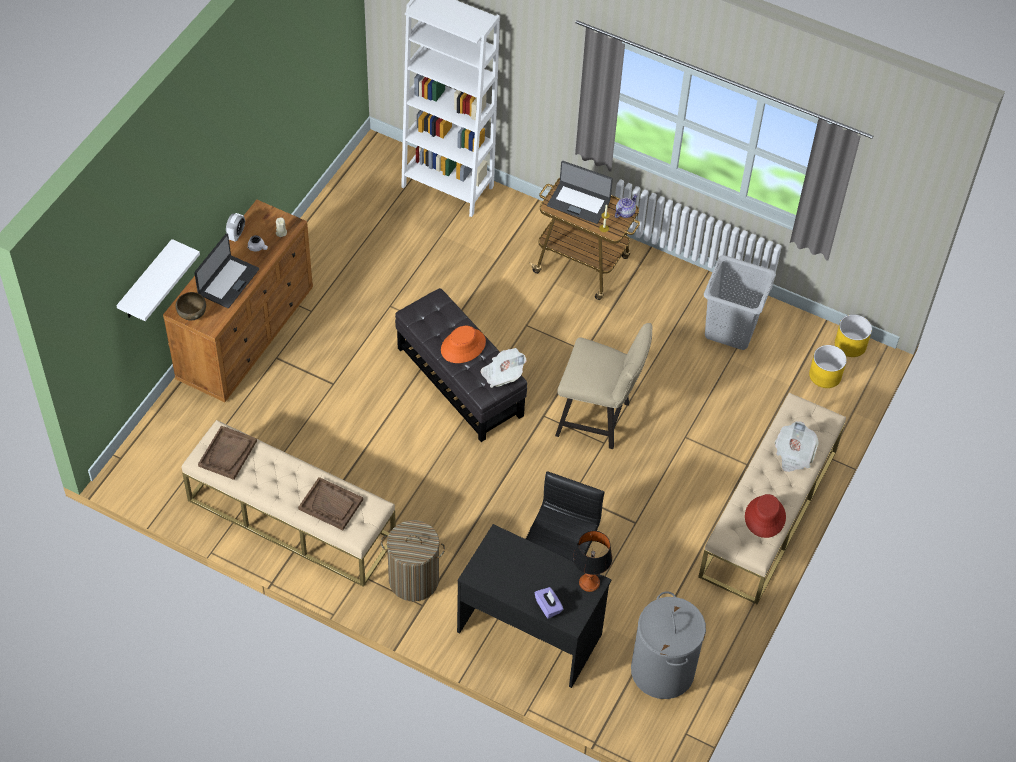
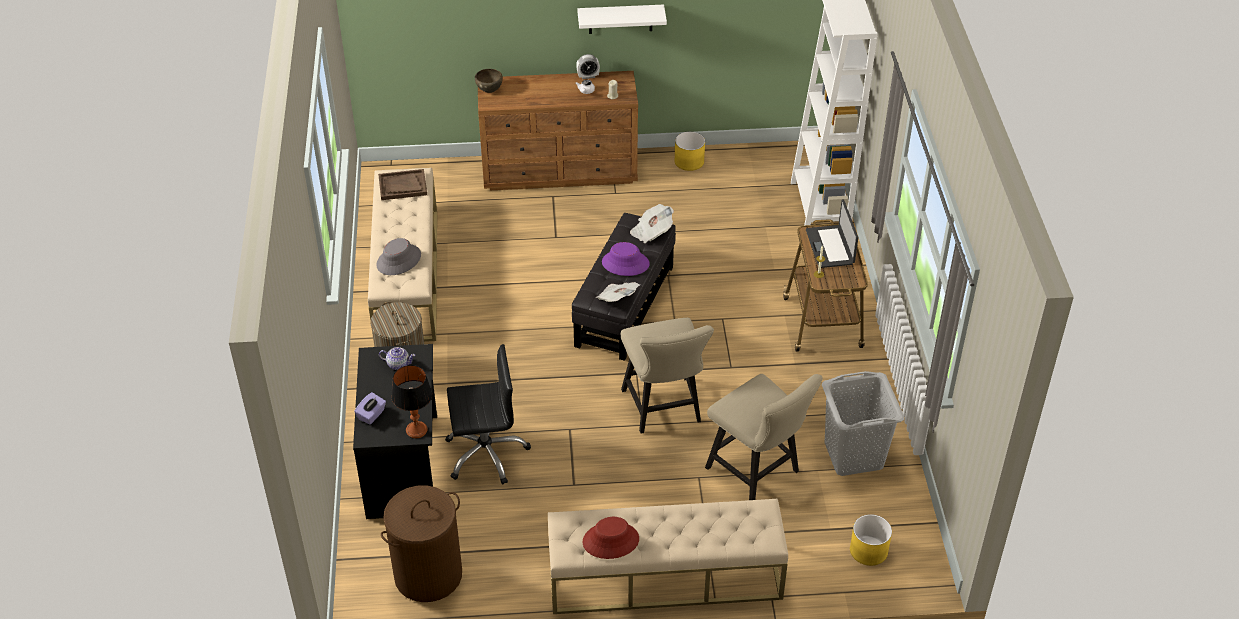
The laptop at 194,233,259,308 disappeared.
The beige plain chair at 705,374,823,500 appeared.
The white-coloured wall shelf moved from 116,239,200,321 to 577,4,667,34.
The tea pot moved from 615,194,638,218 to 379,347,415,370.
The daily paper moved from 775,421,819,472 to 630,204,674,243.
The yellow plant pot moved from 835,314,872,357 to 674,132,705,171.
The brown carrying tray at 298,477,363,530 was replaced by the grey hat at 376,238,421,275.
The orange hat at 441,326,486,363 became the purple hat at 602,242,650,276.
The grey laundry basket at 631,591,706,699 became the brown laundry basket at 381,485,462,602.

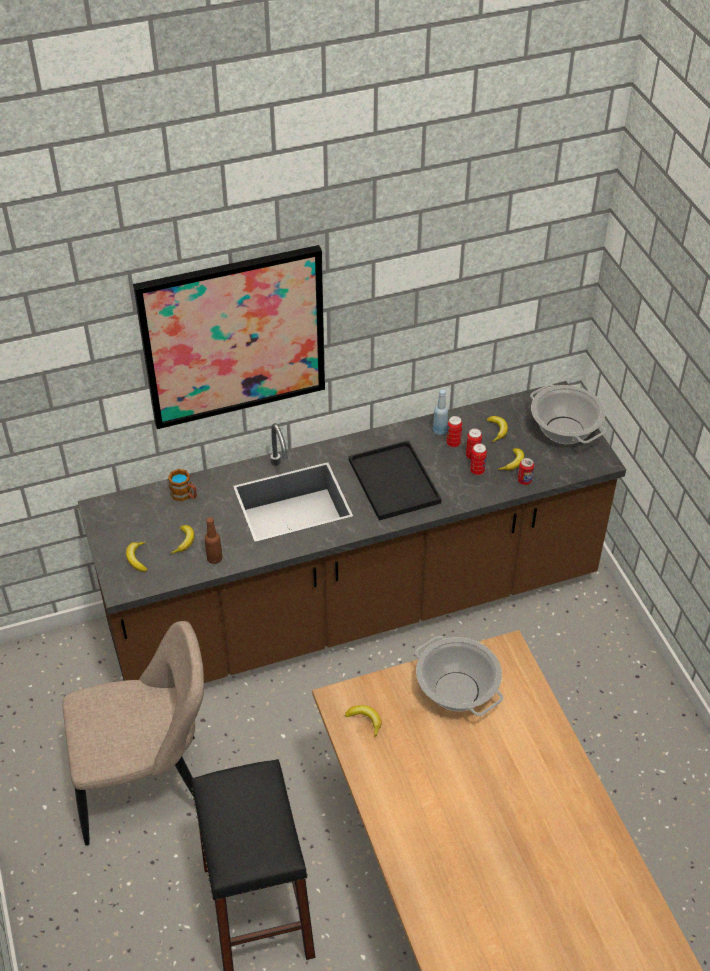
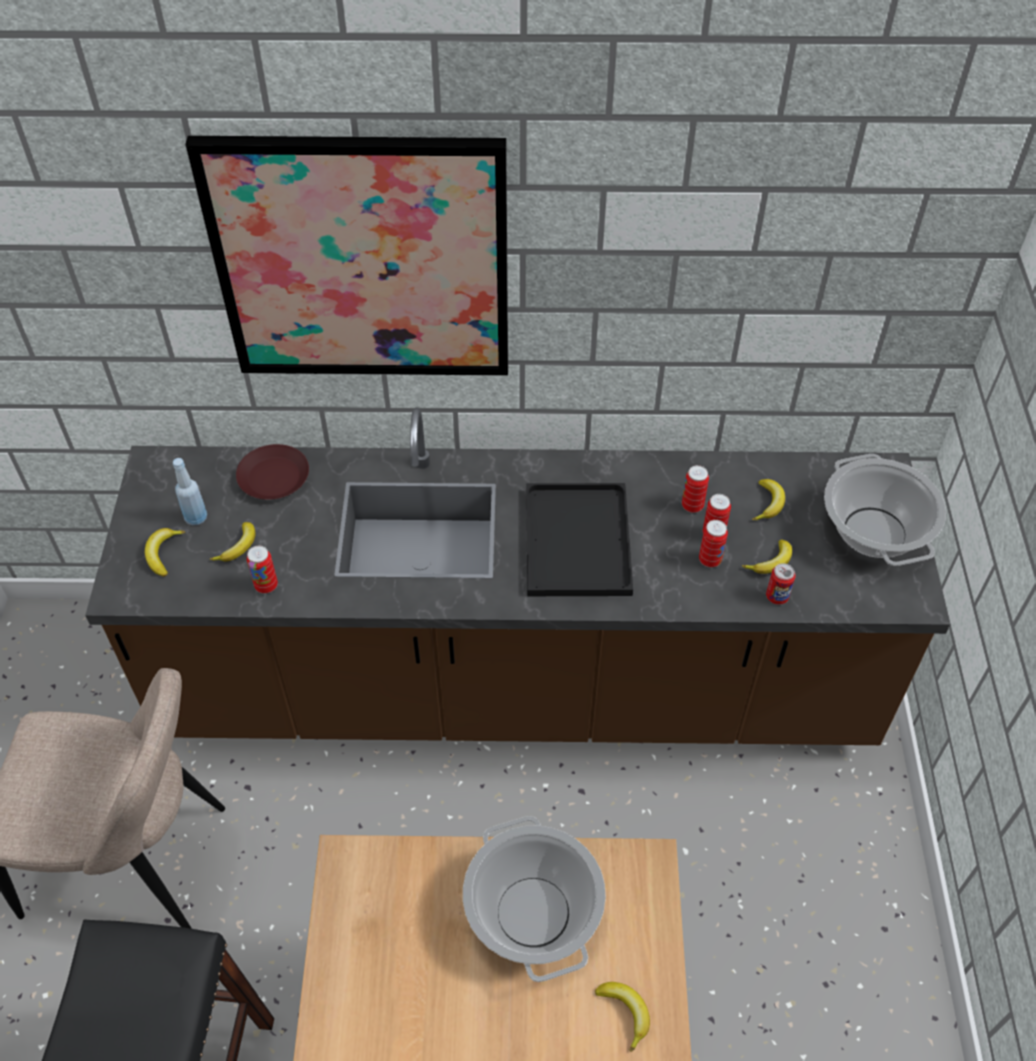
The banana moved from 345,705,381,737 to 595,982,650,1052.
The bluish bottle moved from 433,389,448,435 to 173,458,207,525.
The tea mug at 168,469,197,501 was replaced by the brown dinner plate at 236,444,309,500.
The brown bottle at 205,517,223,564 was replaced by the metal can at 247,546,278,594.

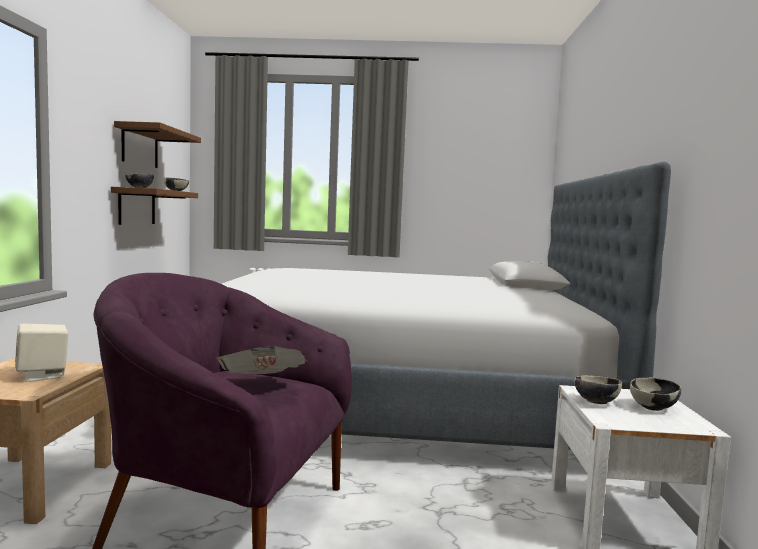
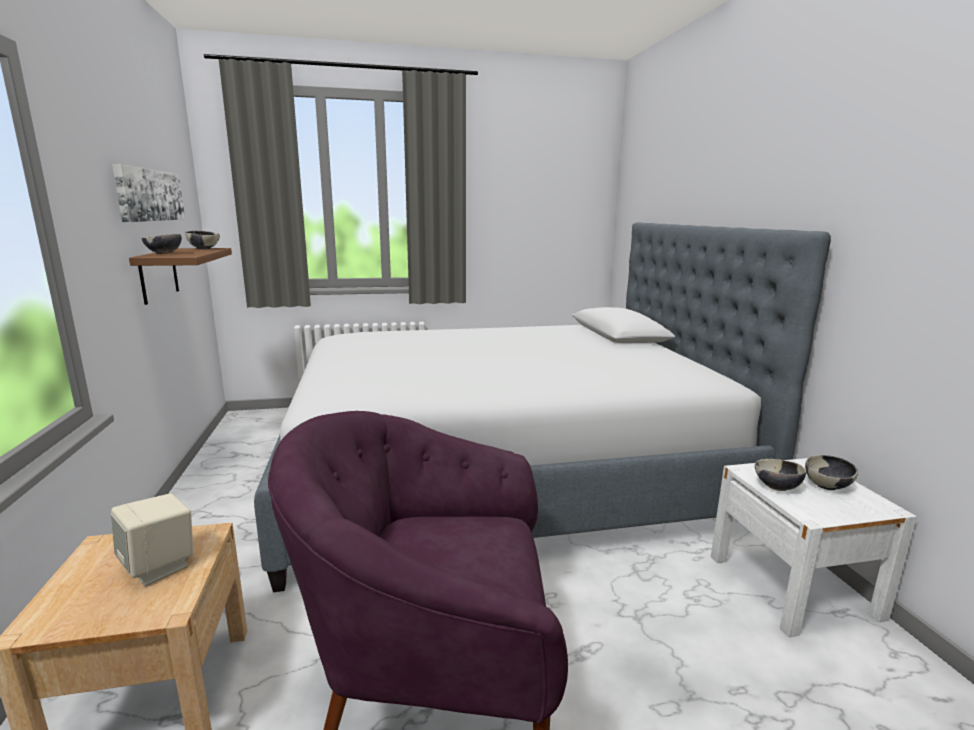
The daily paper at 216,346,307,374 disappeared.
The brown wall shelf at 114,121,201,168 was replaced by the wall picture at 112,164,185,222.

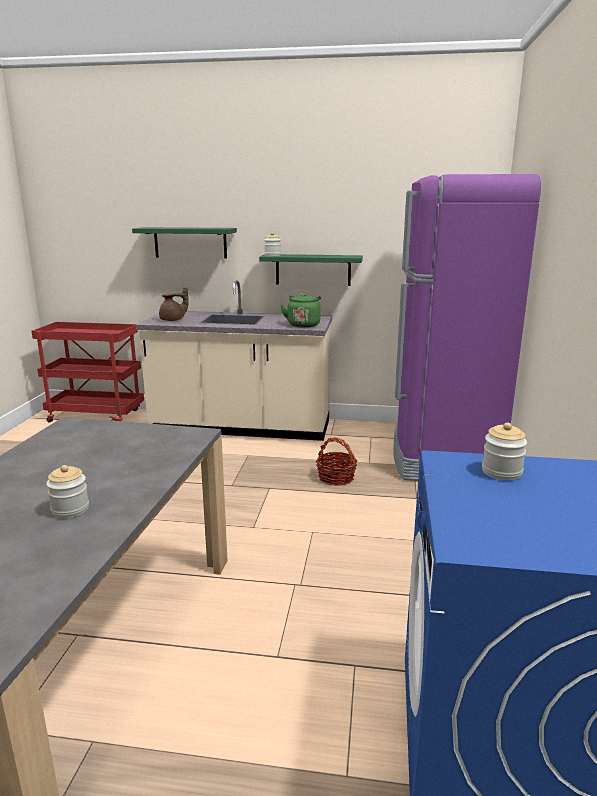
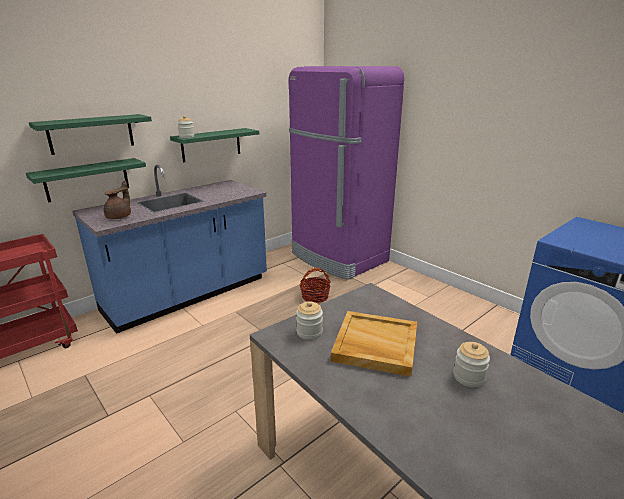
The green tea kettle at 280,293,321,328 disappeared.
The green wall shelf at 26,158,146,202 appeared.
The beige carrying tray at 331,311,417,377 appeared.
The preserve jar moved from 482,422,527,480 to 296,301,323,340.
The beige kitchen counter at 135,280,332,441 became the bluish kitchen counter at 72,165,267,334.

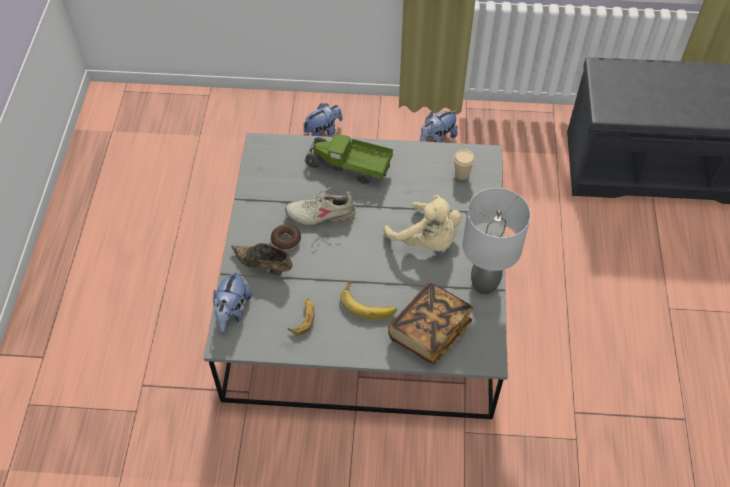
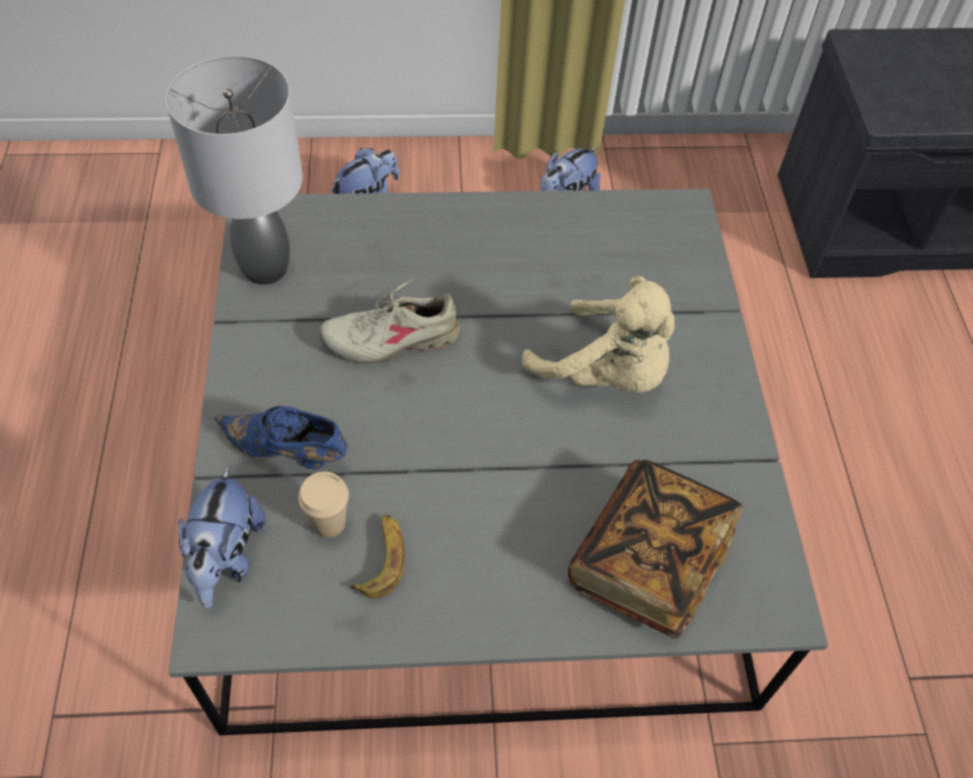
The donut at 271,224,301,251 disappeared.
The toy lorry at 304,134,393,184 disappeared.
The banana at 340,280,397,319 disappeared.
The beige cup moved from 454,149,475,180 to 298,472,349,538.
The grey tabletop lamp moved from 462,188,531,294 to 166,55,303,285.
The brown shoe at 231,243,293,275 became the bluish shoe at 213,406,348,469.

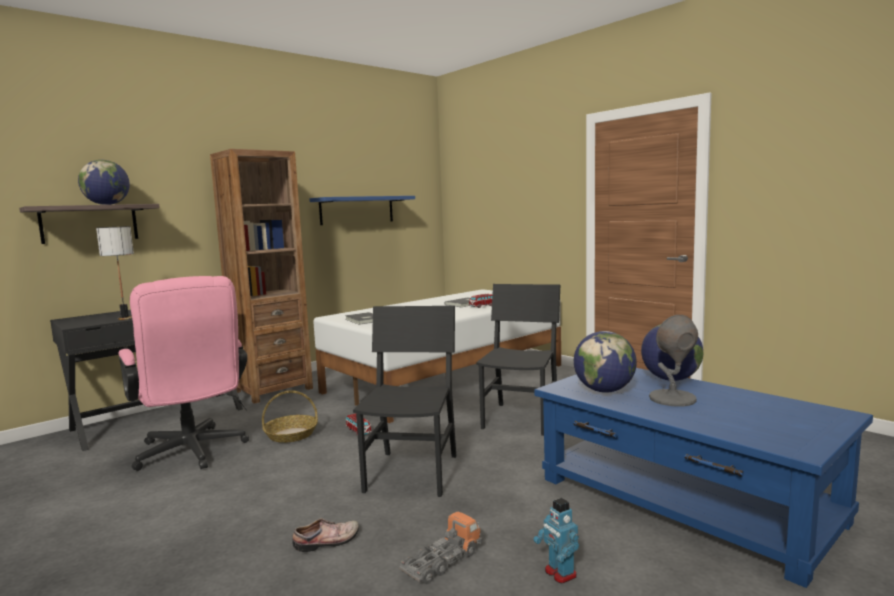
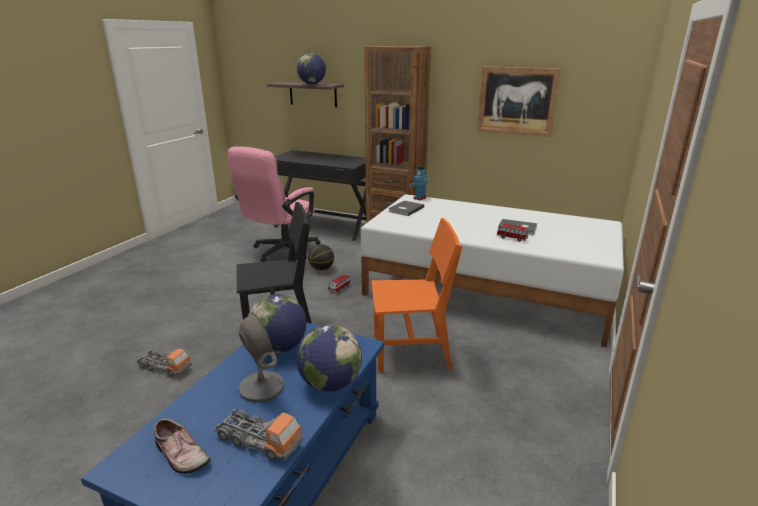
The tabletop lamp at 96,226,134,320 disappeared.
The toy lorry at 214,409,304,461 appeared.
The shoe moved from 292,519,359,552 to 154,419,211,474.
The toy robot moved from 533,498,579,584 to 409,166,428,200.
The household basket at 262,390,318,443 was replaced by the basketball at 308,244,334,270.
The bluish wall shelf at 309,196,415,225 was replaced by the wall picture at 477,67,561,137.
The black plain chair at 476,284,560,436 became the orange plain chair at 372,218,463,372.

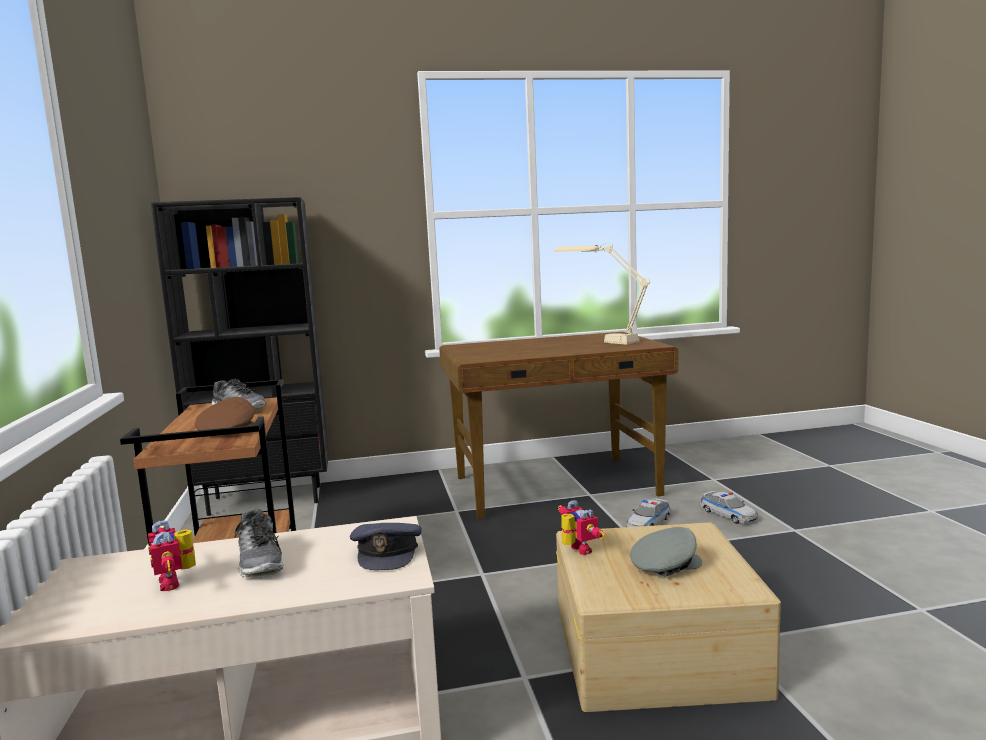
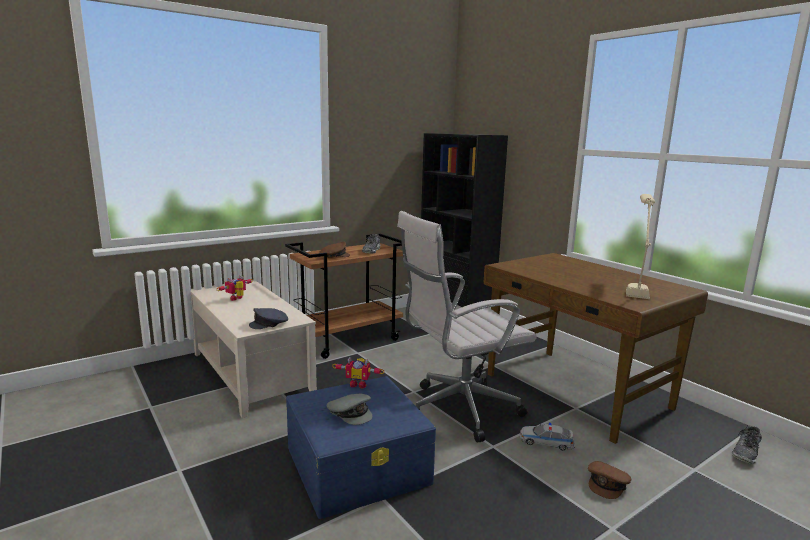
The white-coloured computer chair at 397,211,537,443 appeared.
The shoe moved from 235,509,283,578 to 732,425,762,464.
The toy car at 699,491,758,524 was replaced by the brown peaked cap at 588,461,631,499.
The beige storage container at 556,522,781,712 became the bluish storage container at 286,376,436,519.
The toy robot at 558,500,605,555 turned 60 degrees clockwise.

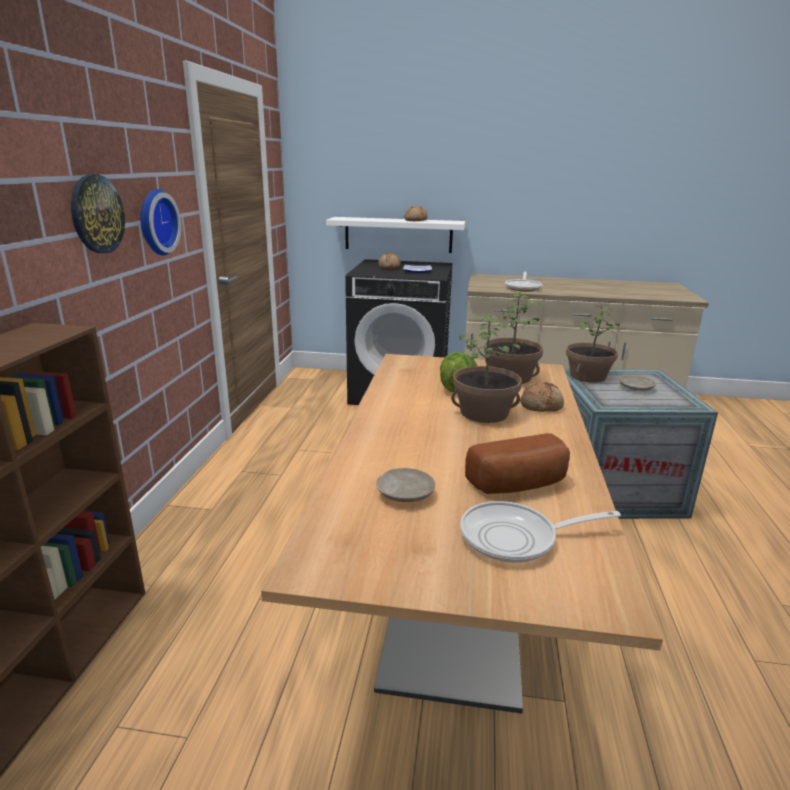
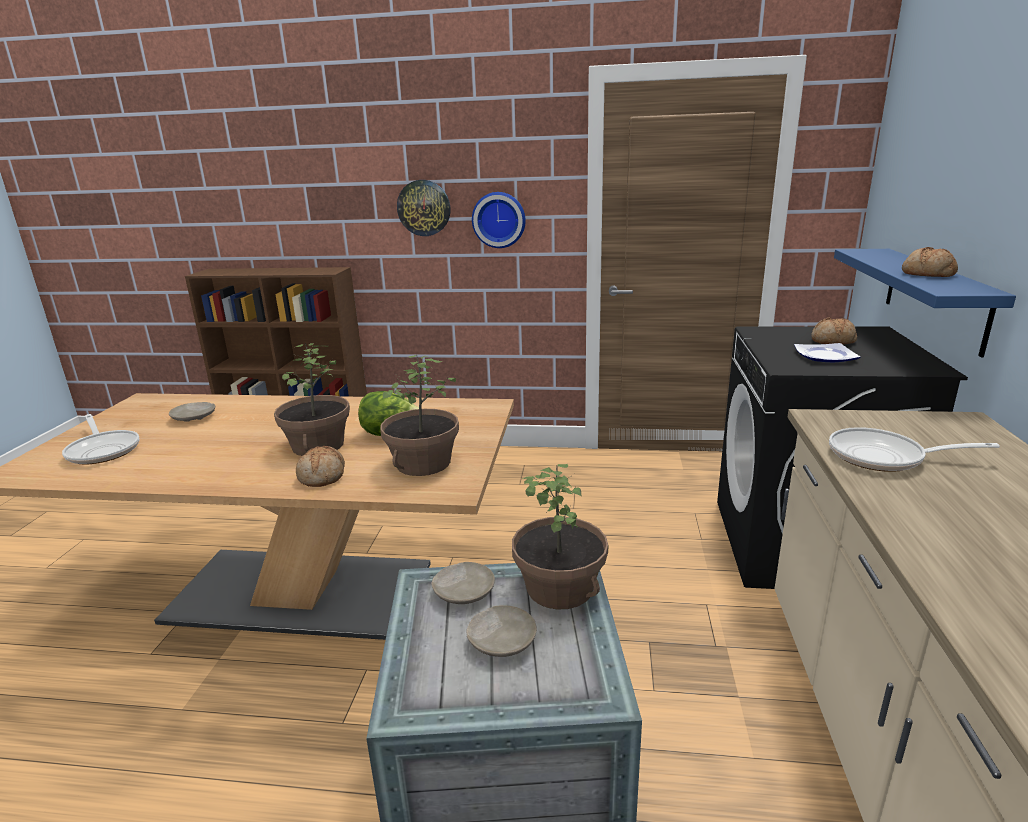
The bakery bread at 465,433,570,494 disappeared.
The beige dinner plate at 431,562,495,604 appeared.
The white-coloured wall shelf at 326,217,465,253 became the bluish wall shelf at 834,249,1016,358.
The skillet at 460,501,621,563 turned 150 degrees clockwise.

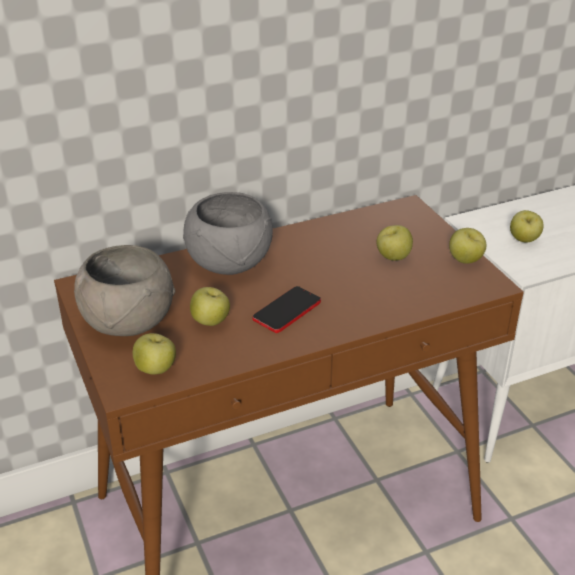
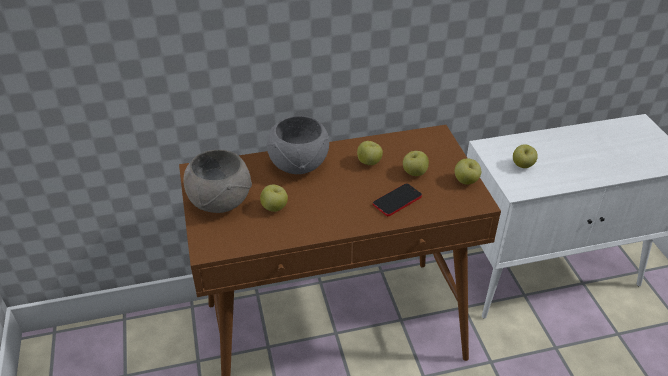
The apple moved from 133,333,176,375 to 357,141,383,165.
The handset moved from 253,286,321,333 to 373,183,422,216.

